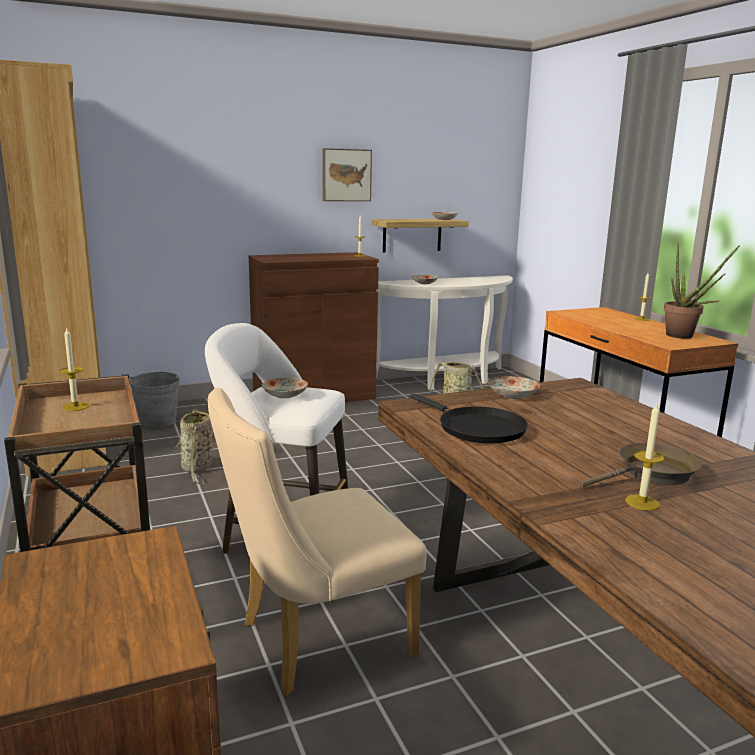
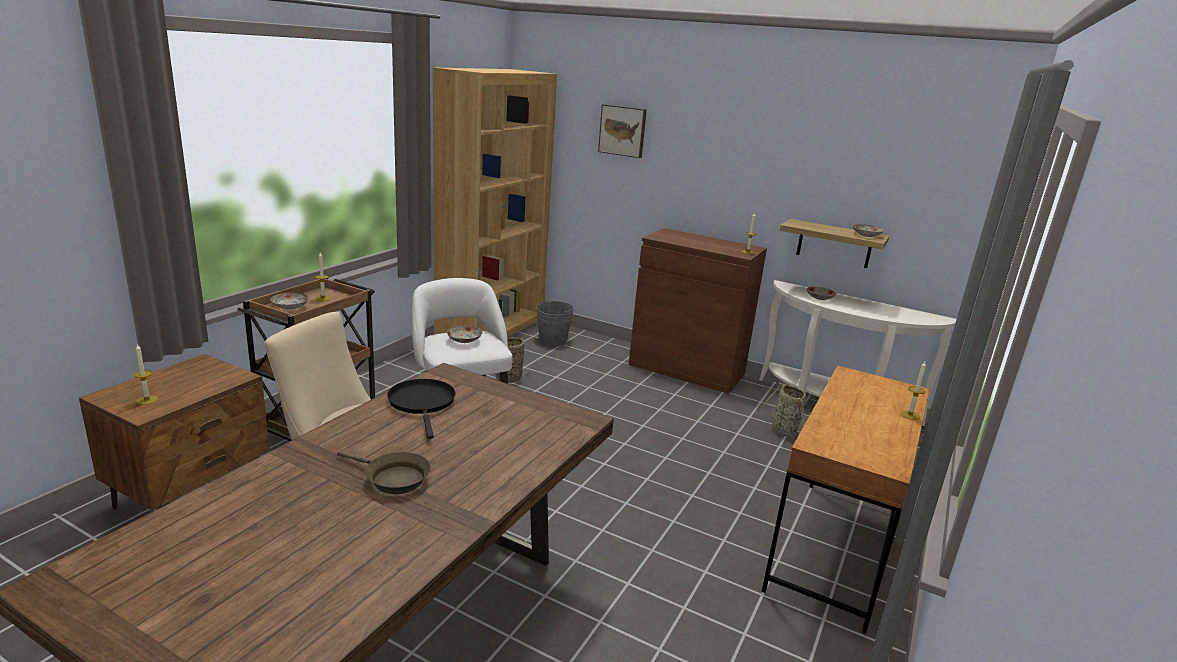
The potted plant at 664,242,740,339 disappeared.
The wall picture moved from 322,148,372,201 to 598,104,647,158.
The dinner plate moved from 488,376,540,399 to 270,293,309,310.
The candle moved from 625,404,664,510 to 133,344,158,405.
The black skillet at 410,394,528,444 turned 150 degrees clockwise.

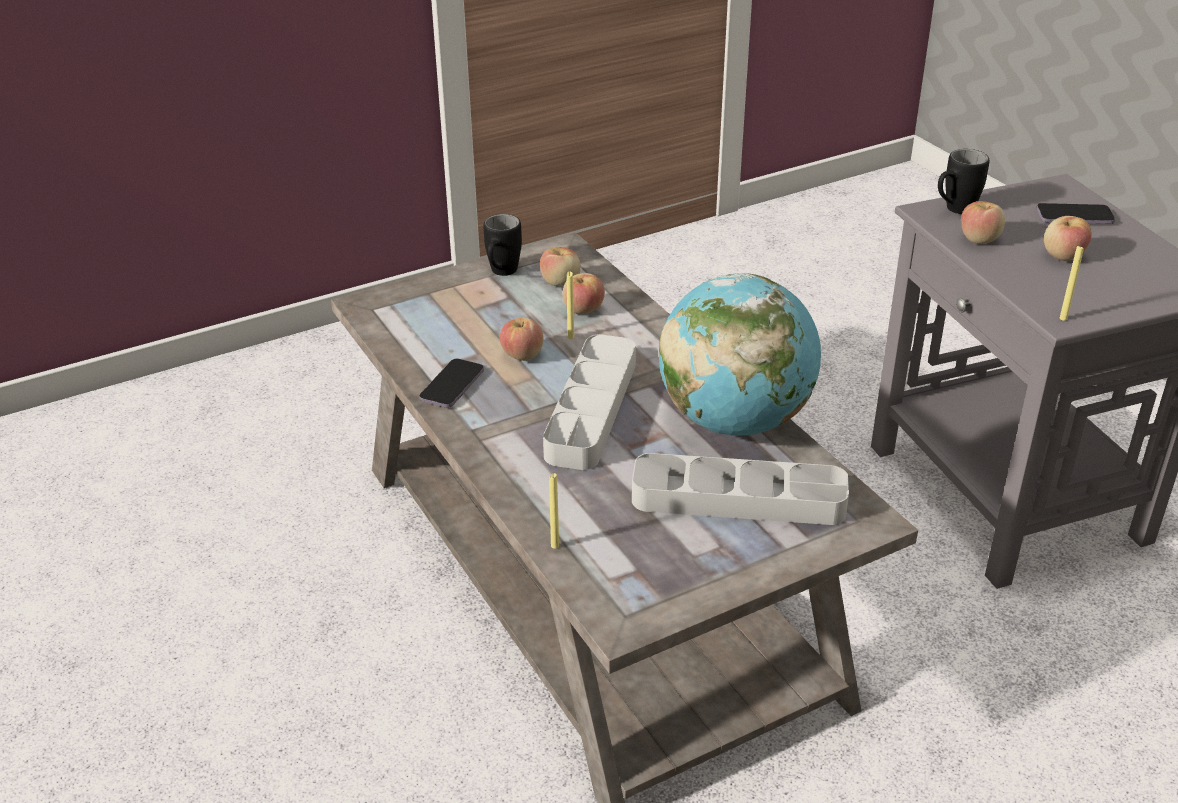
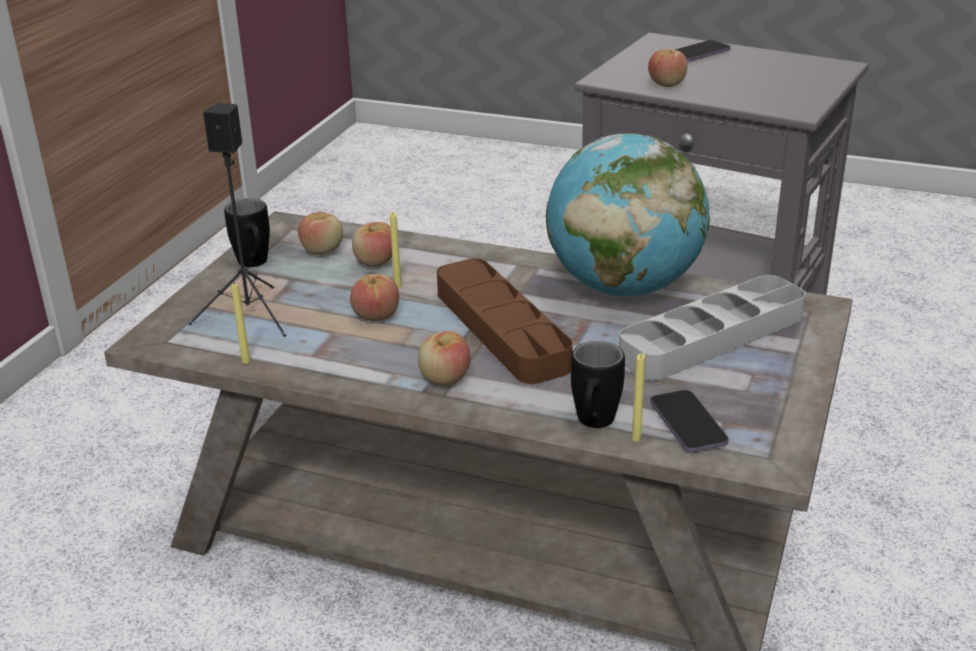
The black speaker at 189,103,286,337 appeared.
The handset moved from 419,359,484,408 to 650,390,729,452.
The black tea mug moved from 938,149,989,214 to 571,341,625,428.
The apple moved from 1044,216,1092,261 to 418,331,470,386.
The yellow candle moved from 1060,246,1084,321 to 231,282,250,364.
The grey carrying tray at 543,334,636,470 became the brown carrying tray at 437,259,573,384.

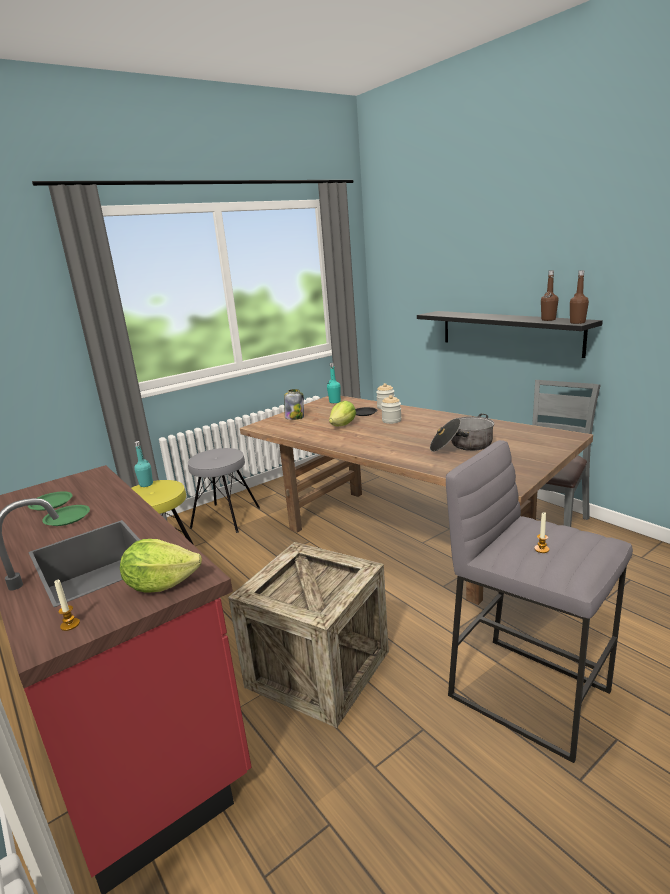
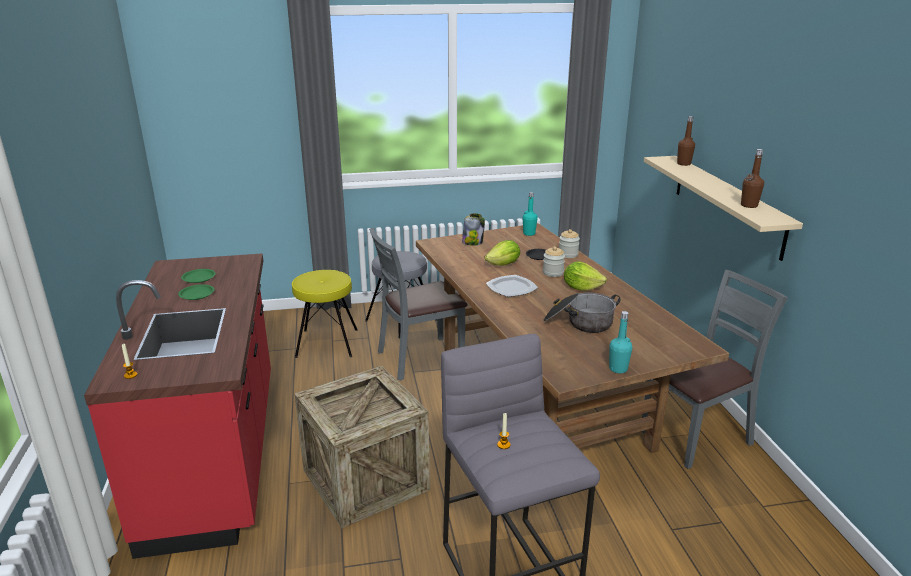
The grey plain chair at 369,227,467,381 appeared.
The dinner plate at 486,275,538,297 appeared.
The lettuce head moved from 120,539,202,593 to 564,261,607,291.
The turquoise bottle moved from 134,441,153,487 to 609,311,632,373.
The brown bottle moved from 570,270,589,324 to 677,116,695,166.
The black wall shelf at 417,311,603,358 became the beige wall shelf at 644,156,803,261.

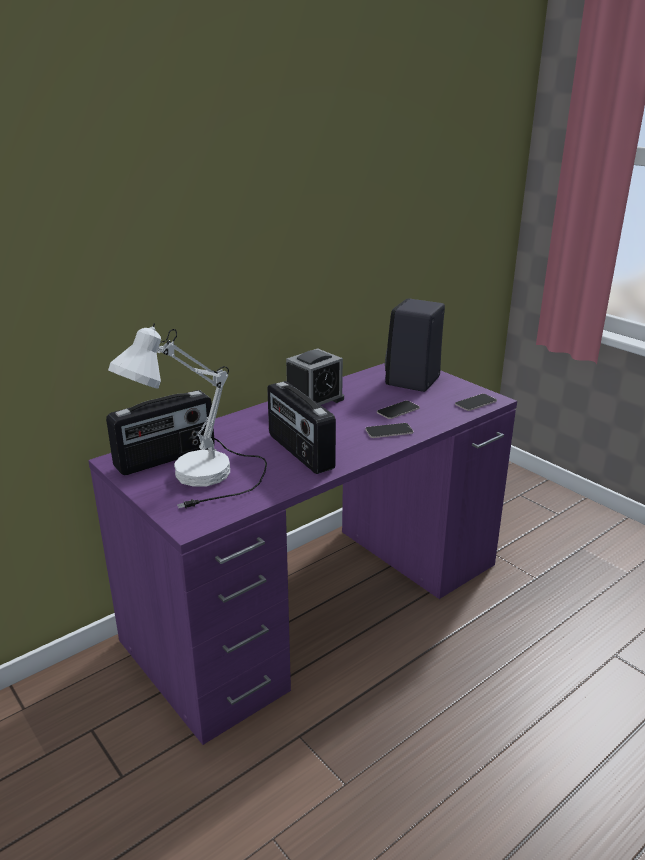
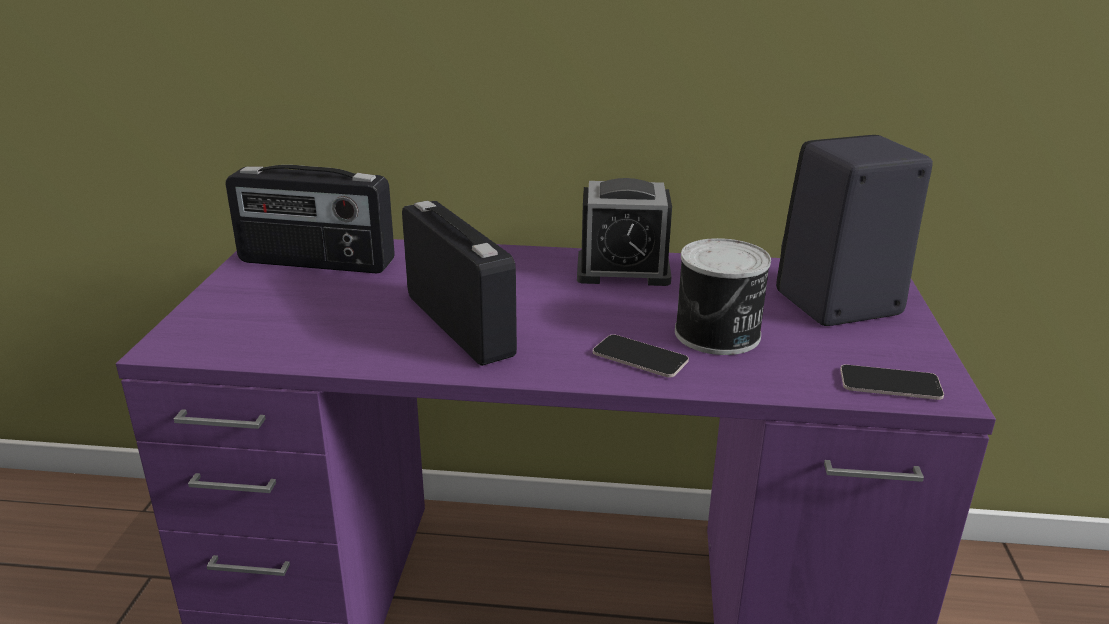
The white-coloured tabletop lamp at 108,323,267,508 disappeared.
The handset at 377,401,420,419 was replaced by the metal can at 675,238,771,355.
The radio at 267,381,336,474 turned 135 degrees clockwise.

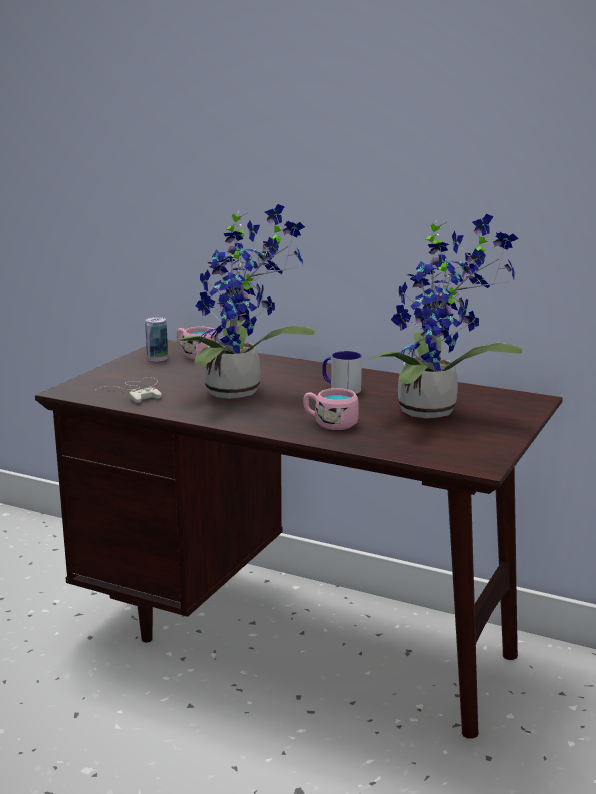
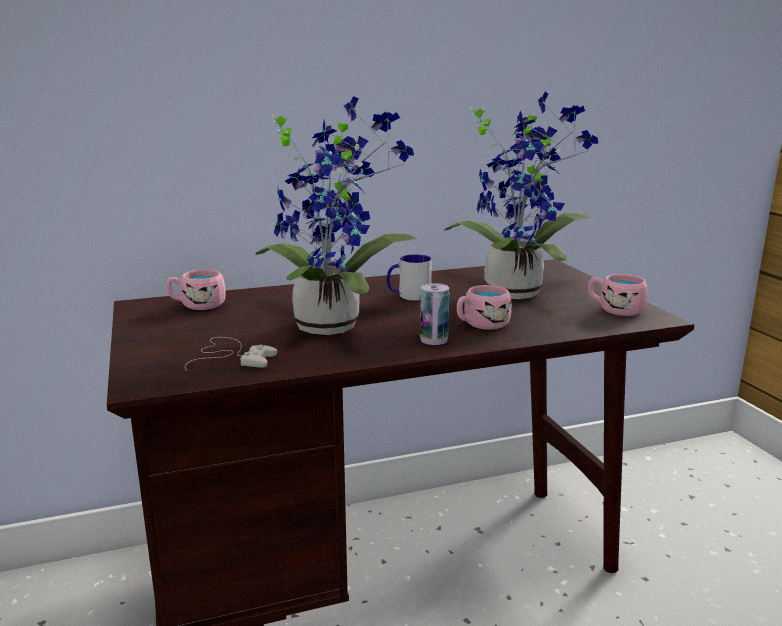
The pink tea mug at 588,274,648,316 appeared.
The metal can moved from 145,317,168,361 to 420,283,450,345.

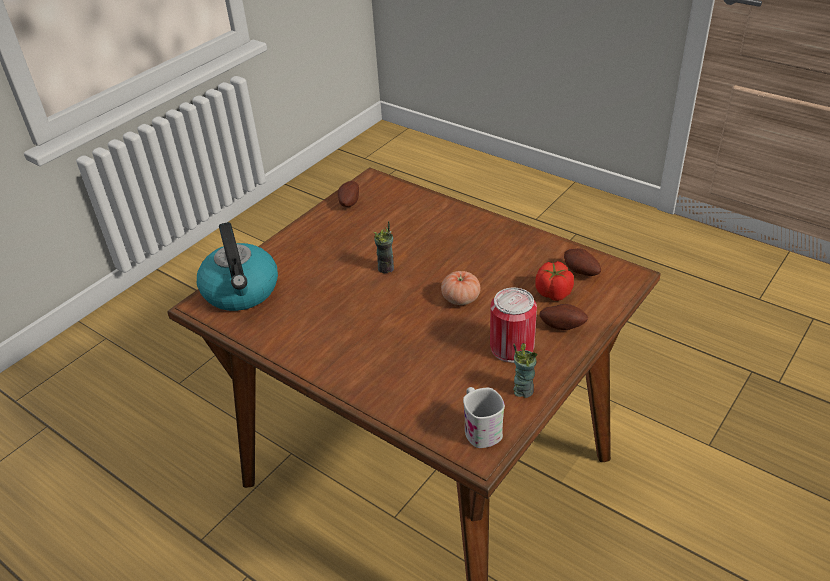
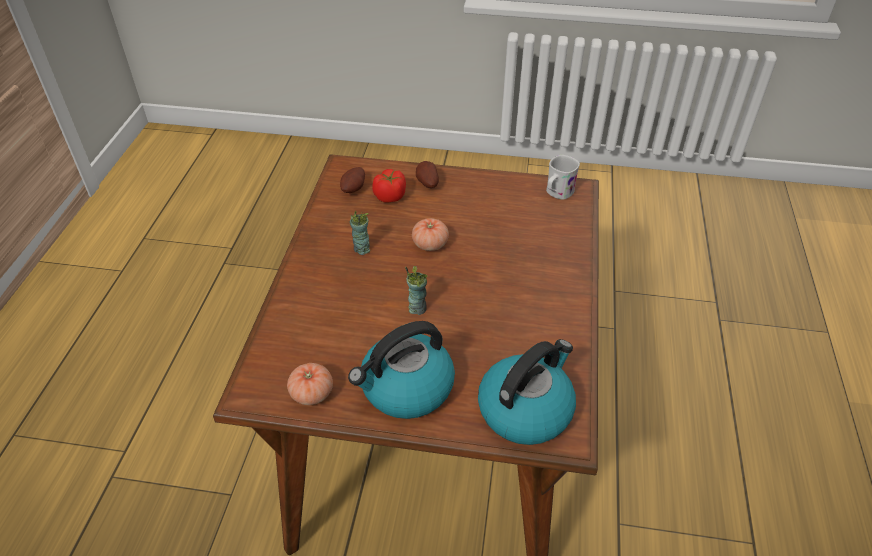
The metal can at 490,288,537,363 disappeared.
The tea kettle at 348,321,455,419 appeared.
The cup moved from 513,343,537,398 to 350,211,370,255.
The spud at 338,181,359,207 was replaced by the fresh tomato at 287,363,333,405.

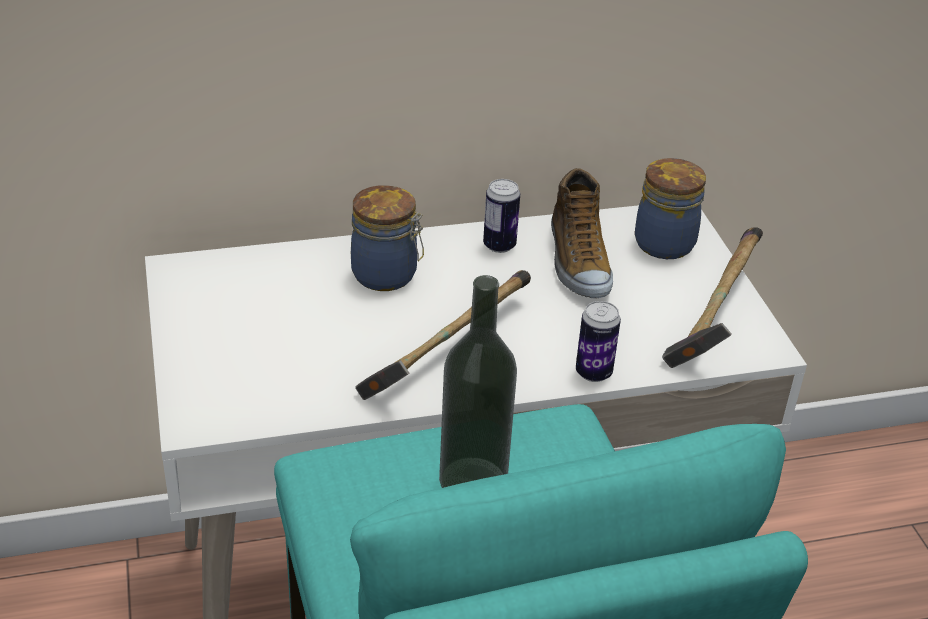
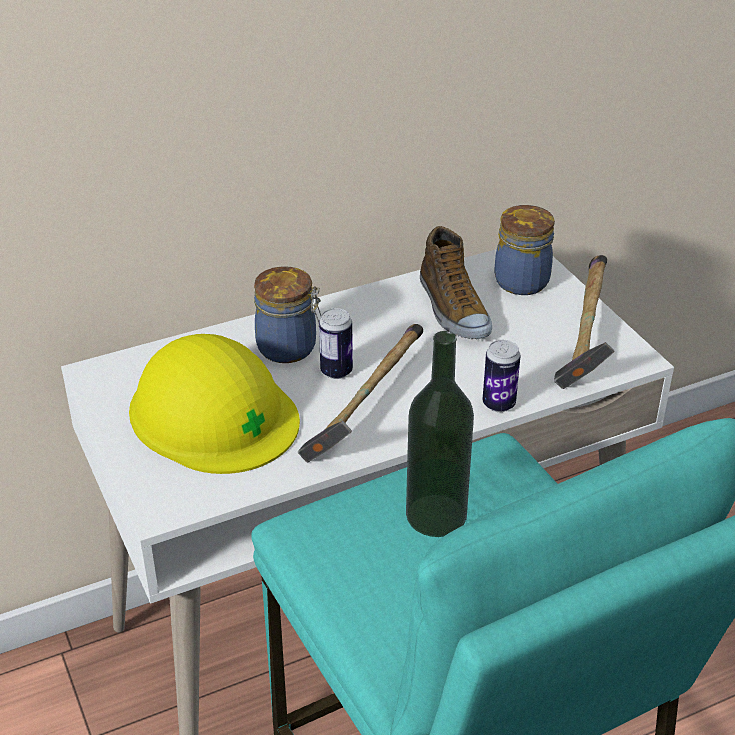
The yellow safety helmet at 129,334,300,474 appeared.
The metal can moved from 483,179,520,253 to 319,308,353,379.

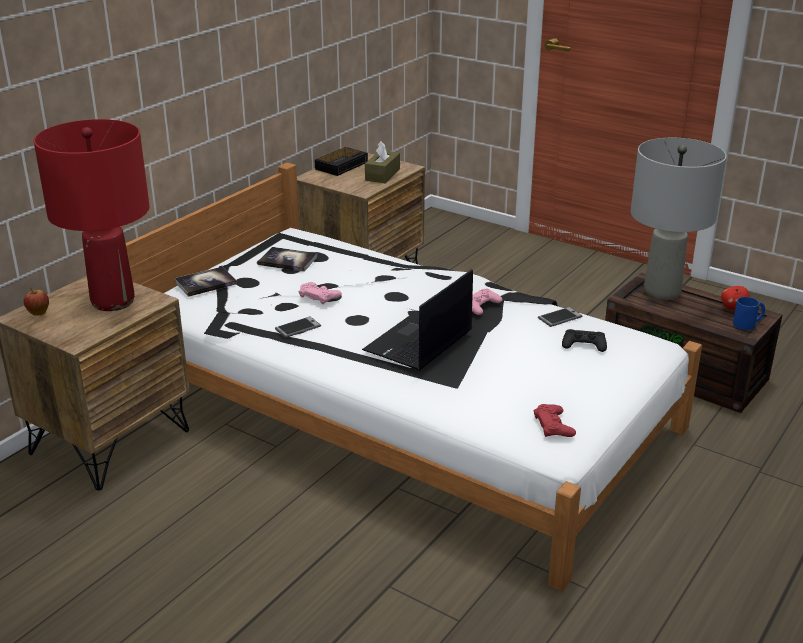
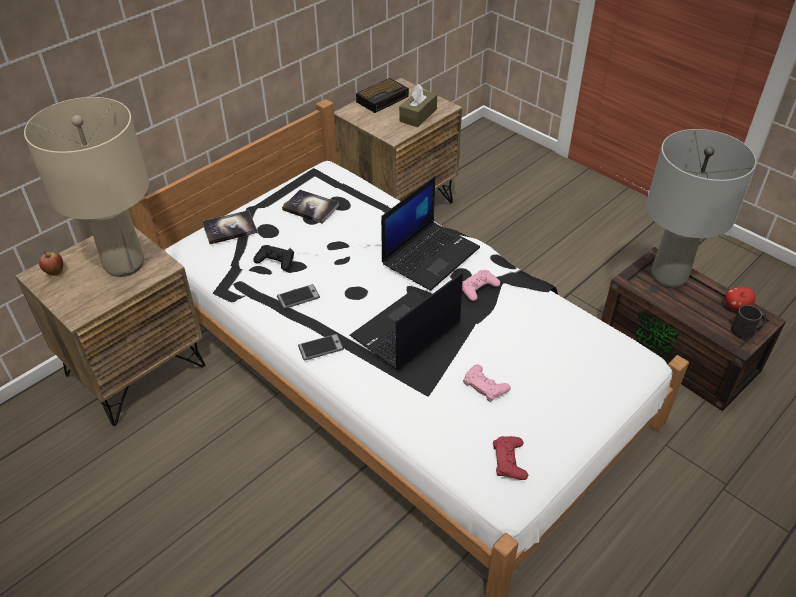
The laptop at 381,176,480,291 appeared.
The pink game controller moved from 299,282,342,305 to 463,364,511,402.
The handset moved from 538,307,582,327 to 298,334,344,361.
The black game controller moved from 562,329,607,352 to 253,245,294,271.
The red-coloured tabletop lamp at 34,119,150,311 became the beige tabletop lamp at 24,97,149,277.
The bluish tea mug at 733,297,765,330 became the black tea mug at 731,305,767,339.

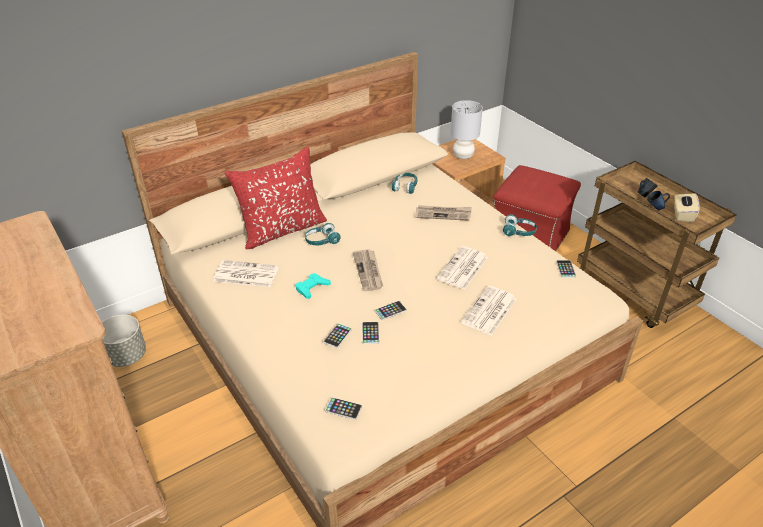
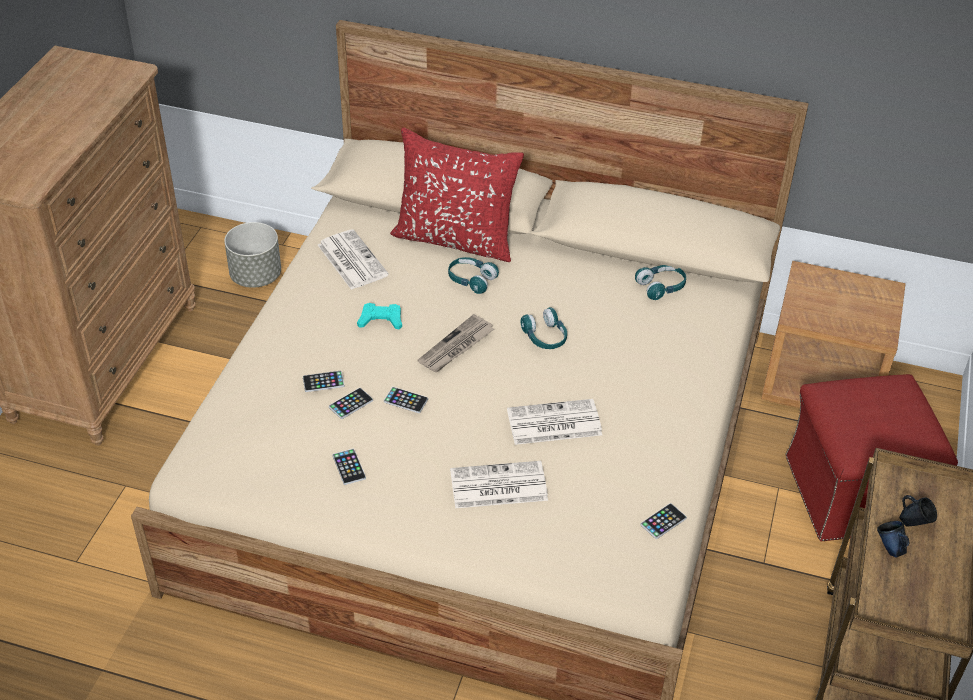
The daily paper at 415,205,472,221 disappeared.
The grey tabletop lamp at 451,100,483,159 disappeared.
The beige tissue box at 674,193,700,223 disappeared.
The handset moved from 325,397,362,420 to 332,449,366,485.
The turquoise headphones moved from 503,215,537,236 to 521,307,567,349.

